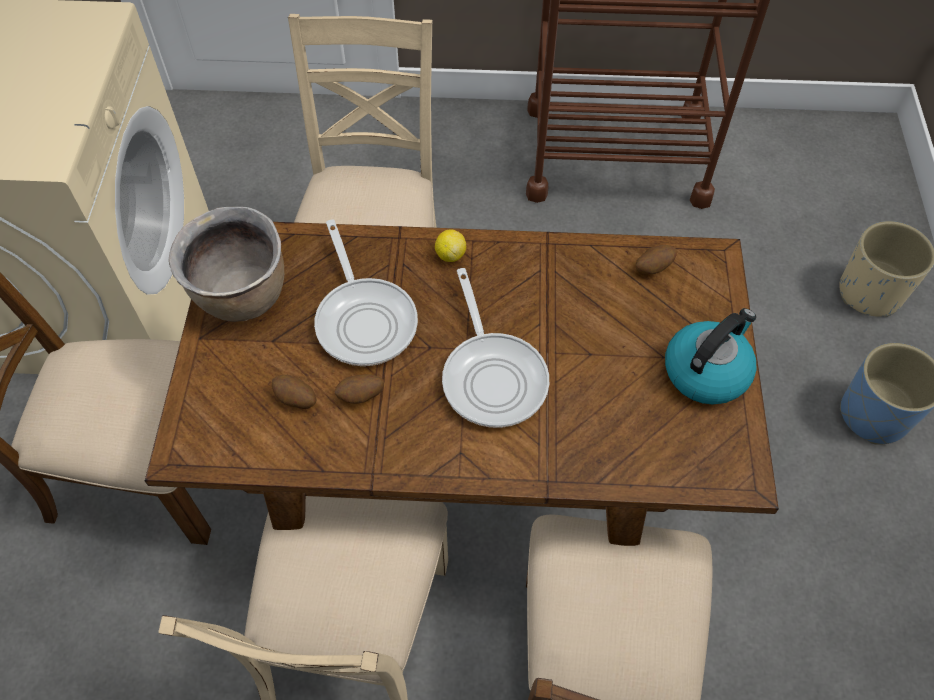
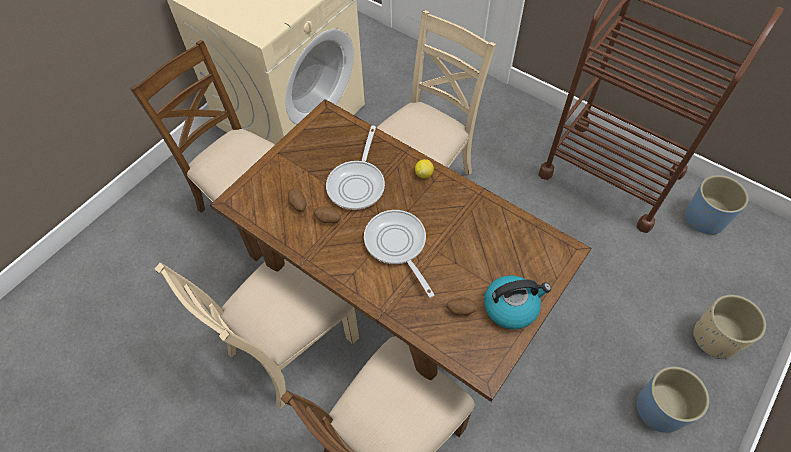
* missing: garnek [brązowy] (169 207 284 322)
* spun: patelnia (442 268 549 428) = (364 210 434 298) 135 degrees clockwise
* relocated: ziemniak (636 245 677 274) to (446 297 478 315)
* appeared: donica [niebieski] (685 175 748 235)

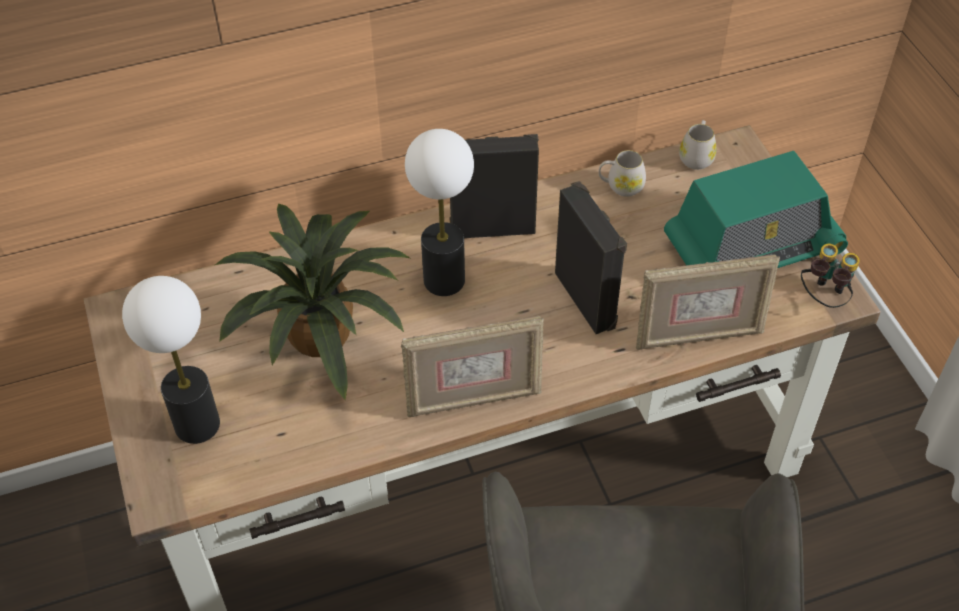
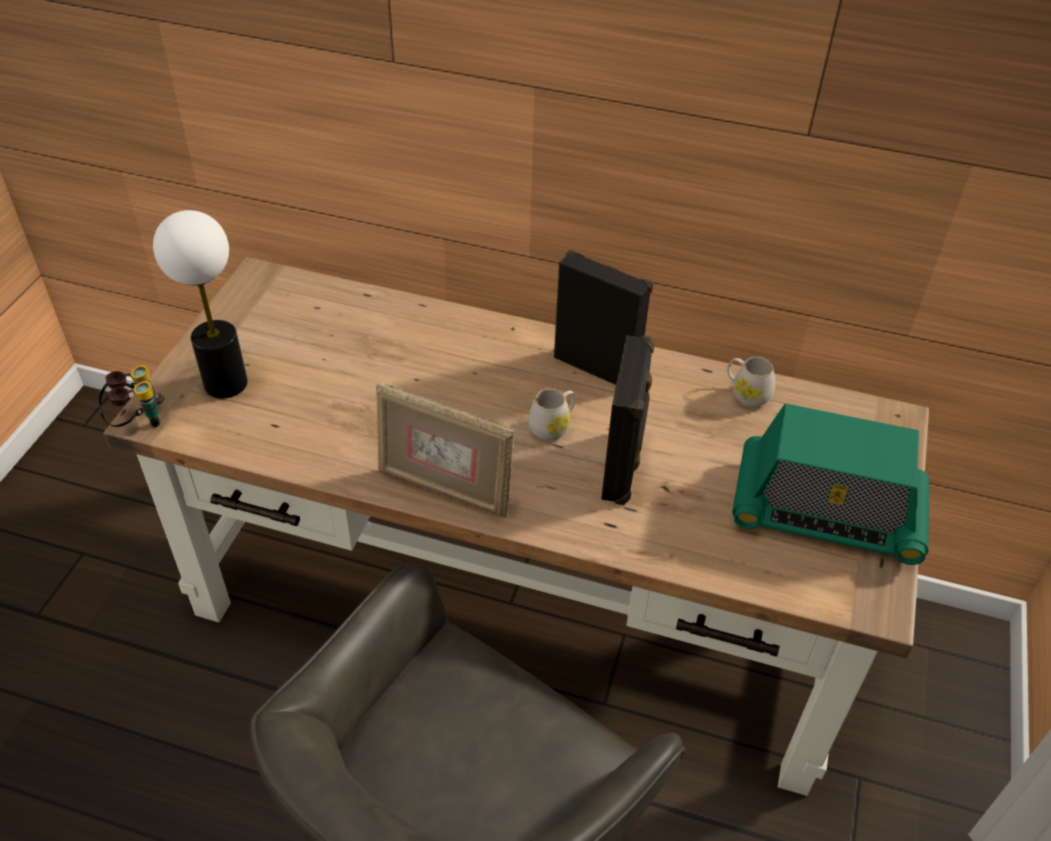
* missing: roślina doniczkowa (215 204 410 401)
* missing: lampa stołowa (405 129 474 296)
* missing: ramka na zdjęcie (636 255 780 350)
* relocated: kubek [biały] (679 120 717 170) to (528 389 576 441)
* relocated: lornetka (801 244 860 308) to (99 365 164 427)

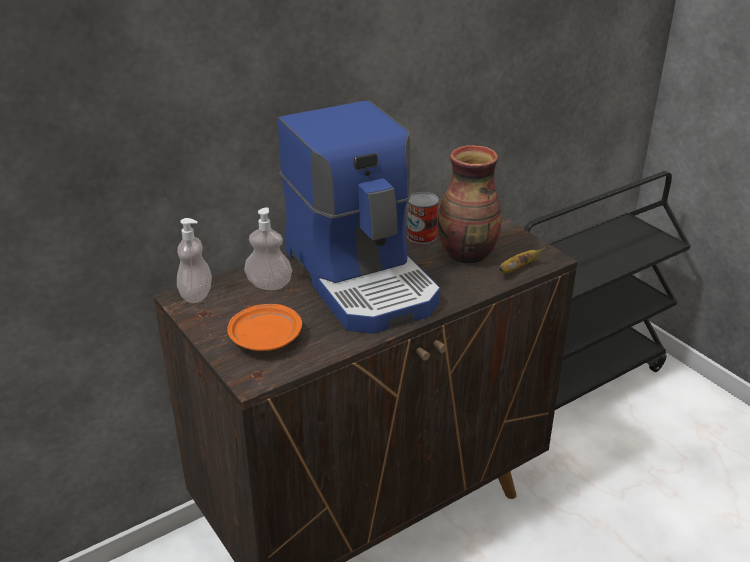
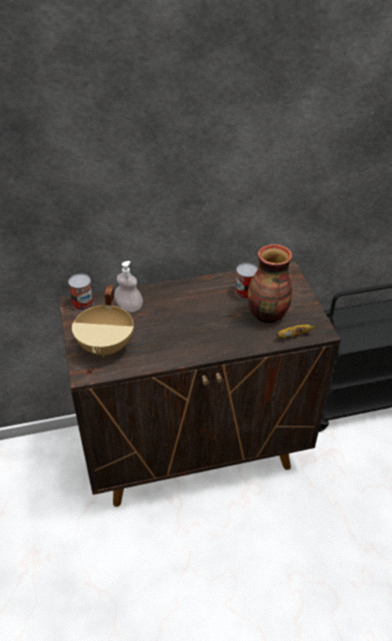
* exchanged: dozownik mydła (177 218 212 303) to puszka (68 274 94 311)
* exchanged: talerz [pomarańczowy] (227 304 302 351) to garnek [beżowy] (72 285 134 357)
* missing: ekspres do kawy (277 100 440 334)

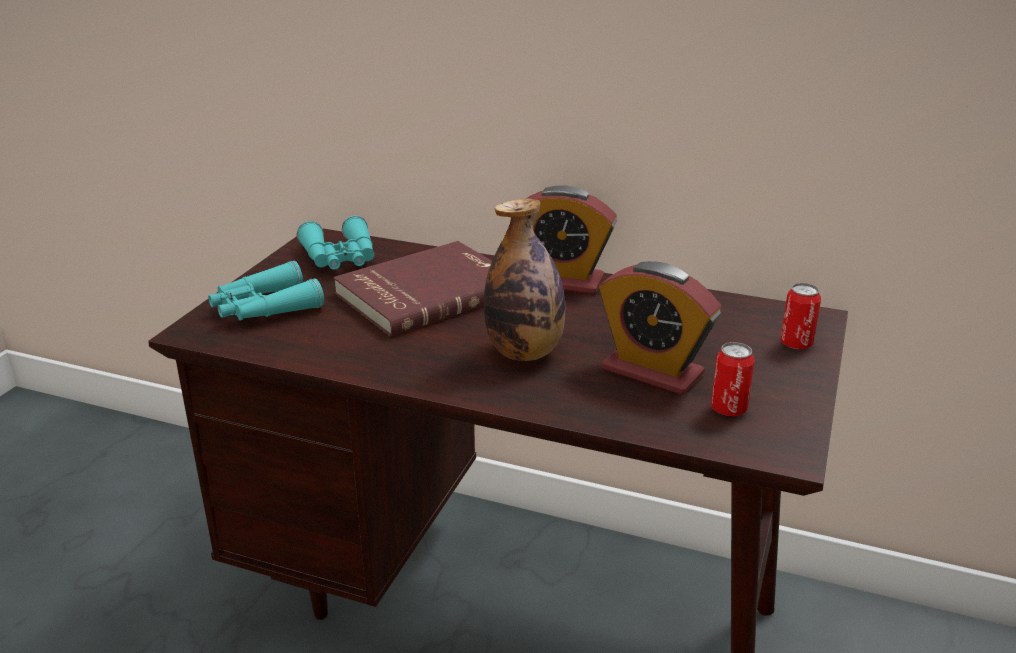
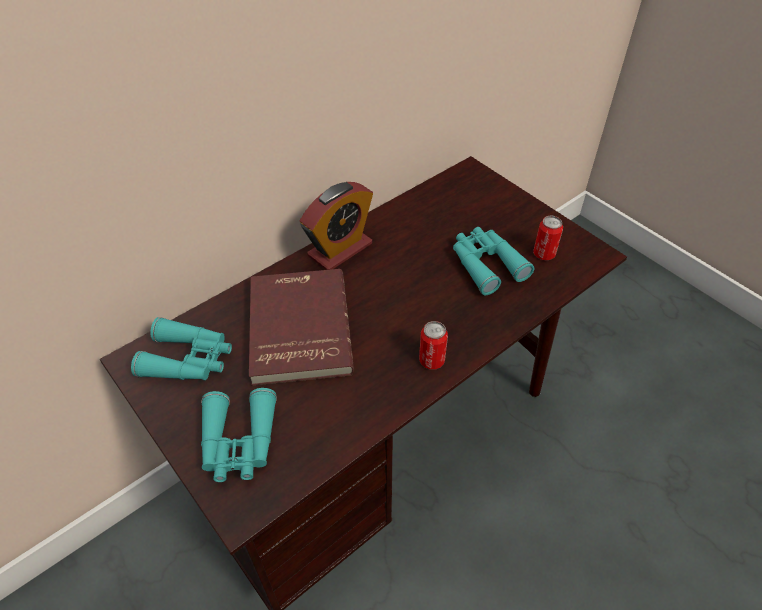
* missing: butelka (484 199 565 361)
* exchanged: budzik (599 261 721 395) to lornetka [turkusowy] (453 227 535 295)
* relocated: puszka (780 283 821 349) to (419 321 448 370)

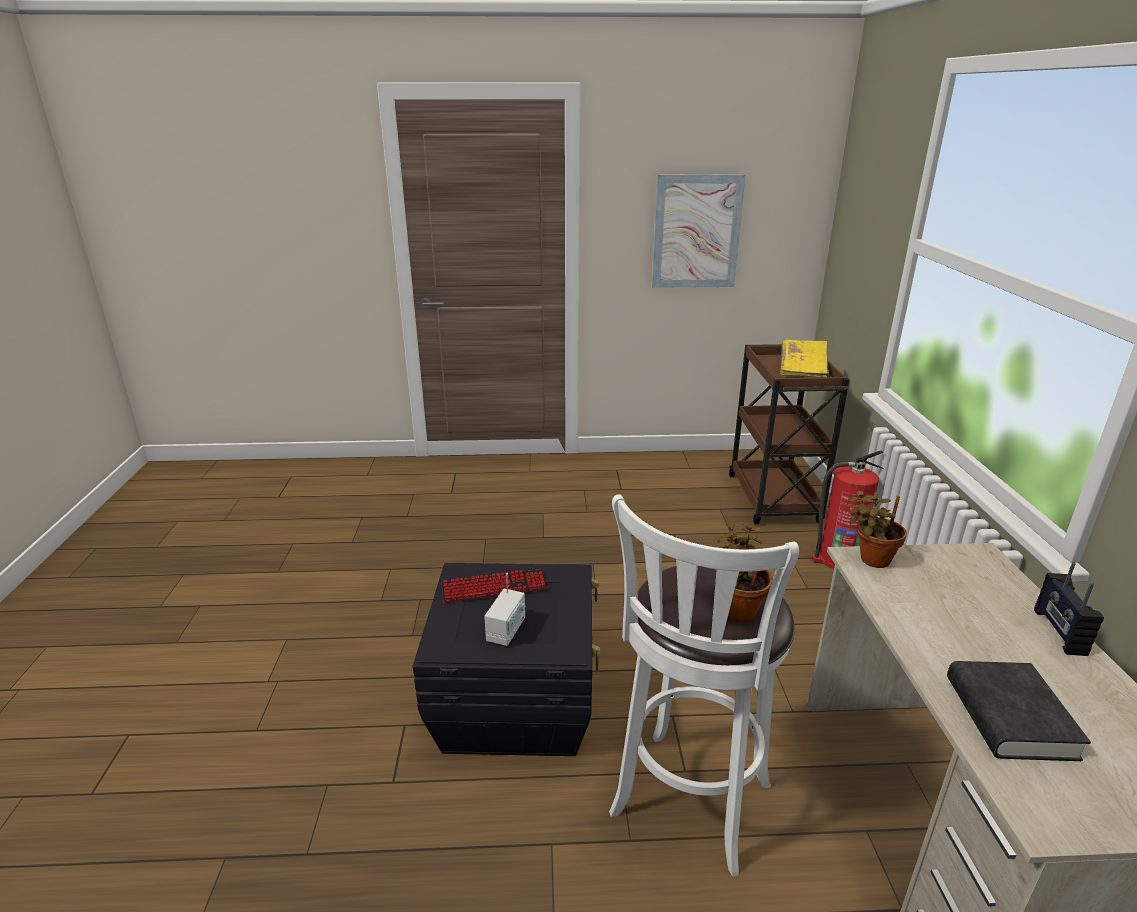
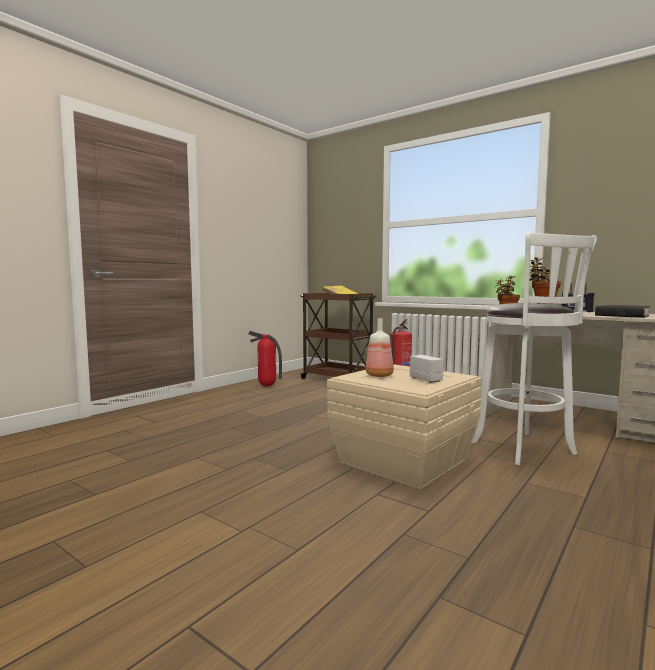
* colour: pojemnik do przechowywania [czarny] (413 563 600 756) to pojemnik do przechowywania [beżowy] (327 364 482 490)
* exchanged: klawiatura (442 569 548 603) to butelka (366 318 394 377)
* missing: obraz (652 174 746 288)
* appeared: gaśnica (248 331 282 387)

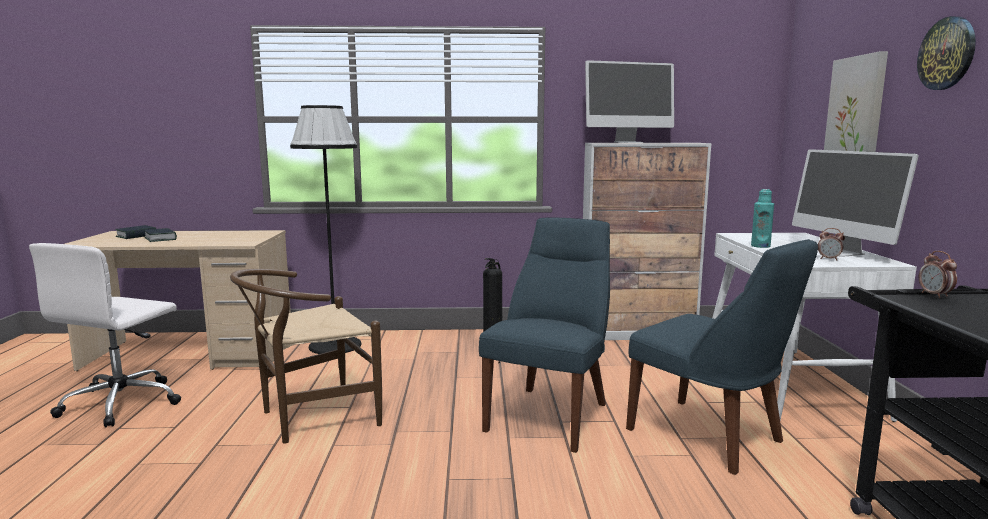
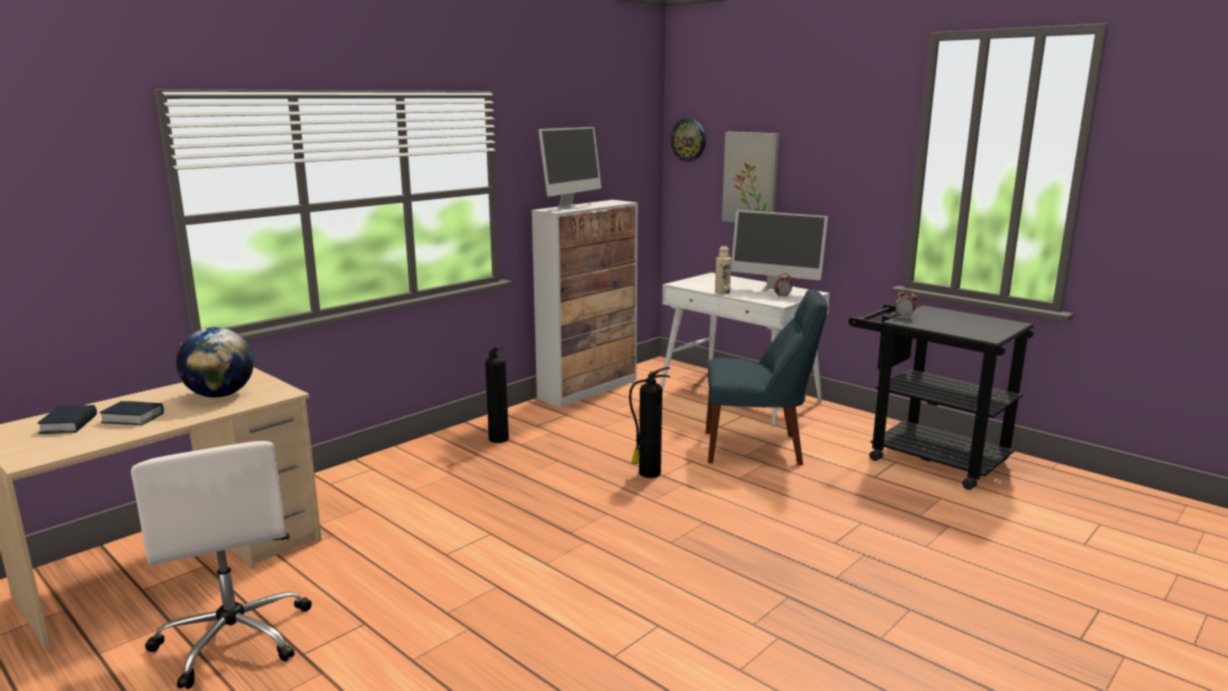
* missing: krzesło [brązowy] (230 269 382 444)
* missing: lampa stojąca [czarny] (290 105 362 354)
* exchanged: krzesło [niebieski] (479 217 610 453) to gaśnica (629 367 670 478)
* colour: butelka [turkusowy] (751 189 774 248) to butelka [beżowy] (715 246 731 294)
* relocated: zegar ścienny (917 16 976 90) to (671 118 706 162)
* appeared: globus (176 327 254 398)

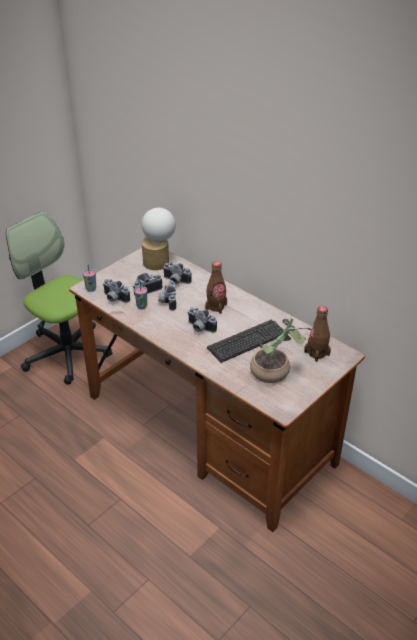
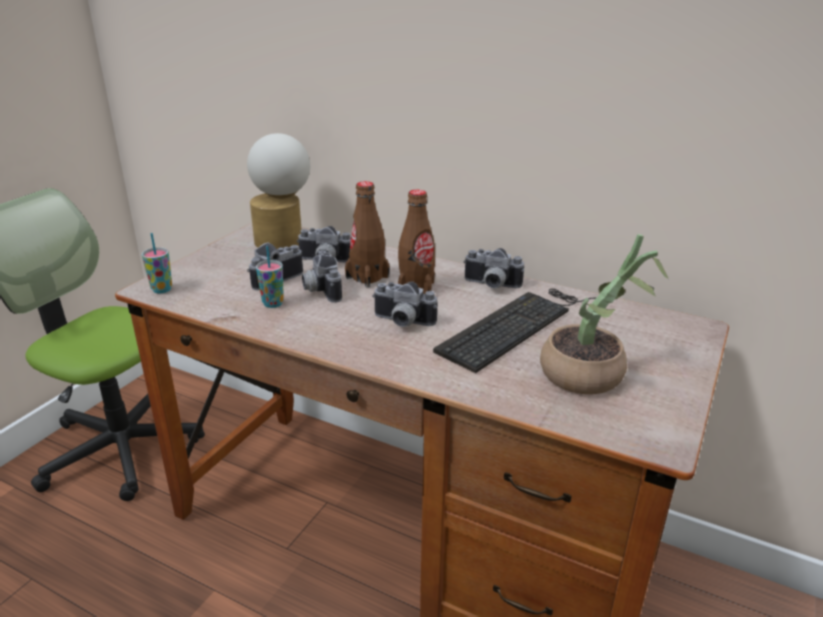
* relocated: aparat fotograficzny (104 279 130 303) to (464 248 524 289)
* relocated: butelka [brązowy] (304 306 331 362) to (345 181 390 287)

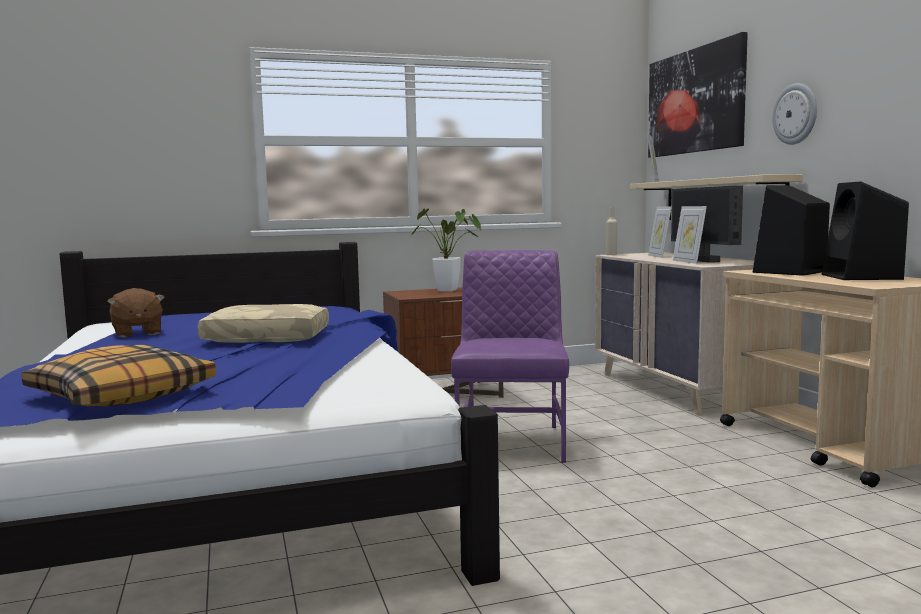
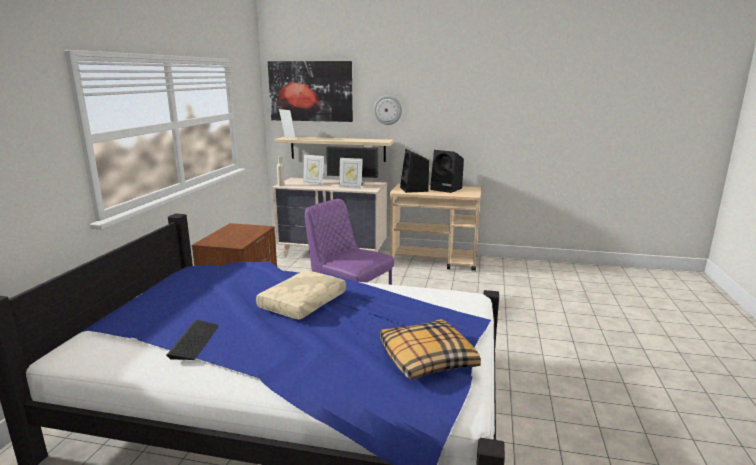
* exchanged: pluszak [brązowy] (107 288 165 338) to klawiatura (166 320 219 360)
* missing: roślina doniczkowa (411 208 481 292)

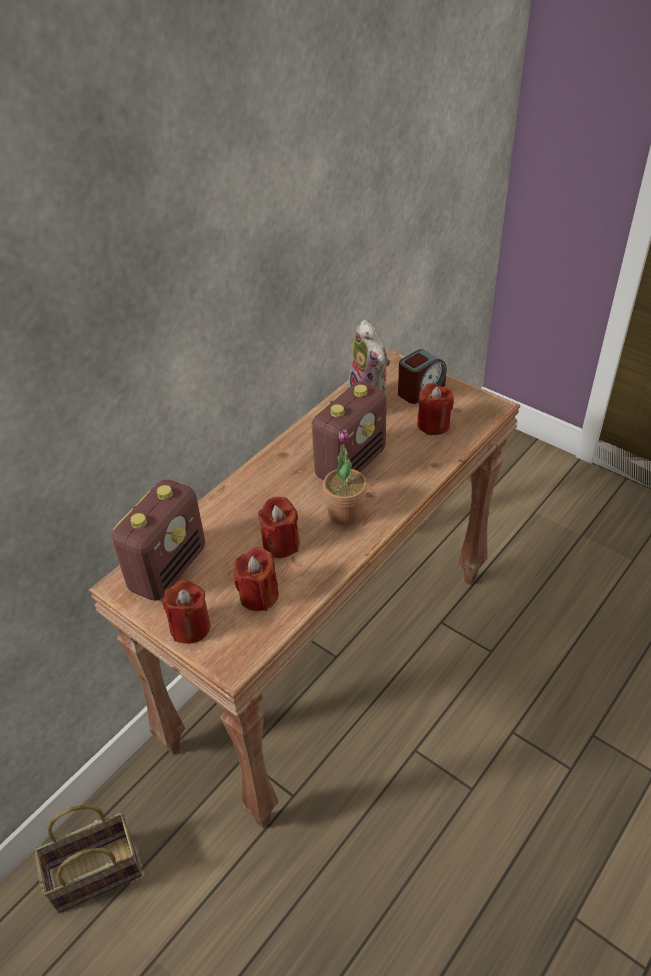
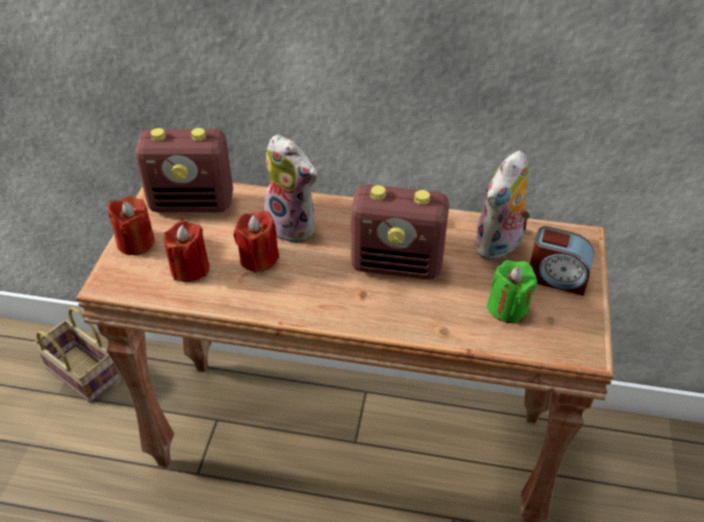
* missing: roślina doniczkowa (323 430 367 526)
* colour: świeca [czerwony] (417 383 454 435) to świeca [zielony] (487 260 537 323)
* appeared: pluszak (264 134 317 244)

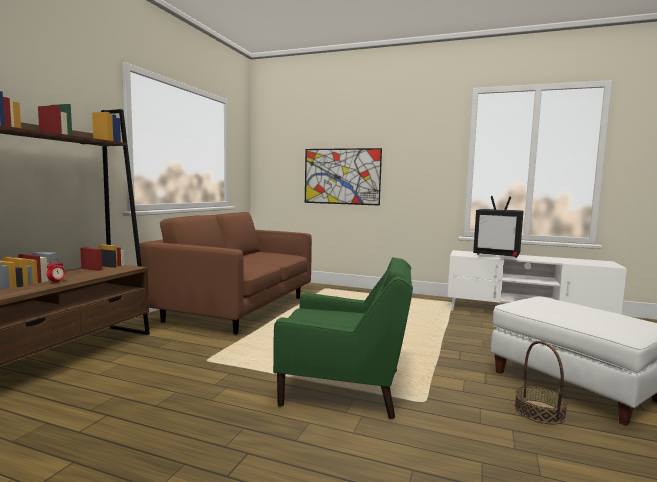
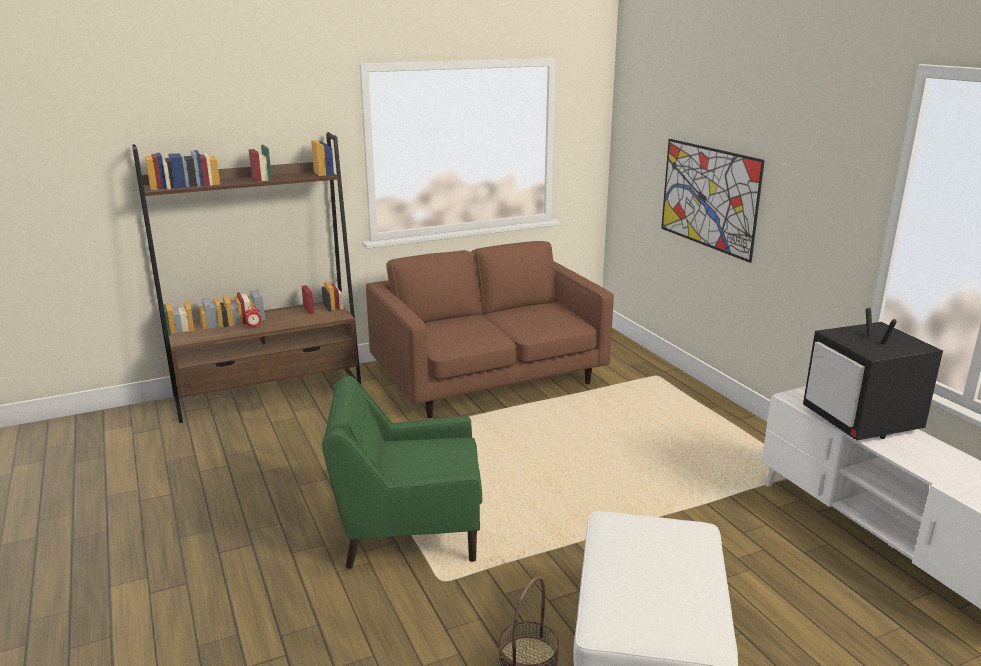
* spun: fotel [zielony] (273 257 413 419) = (322 375 482 569) 120 degrees clockwise

